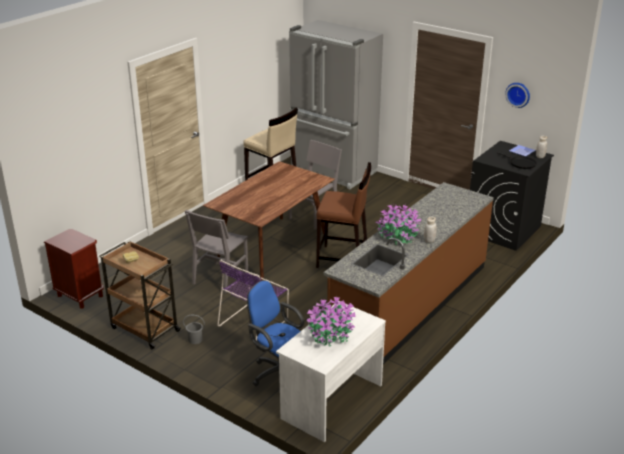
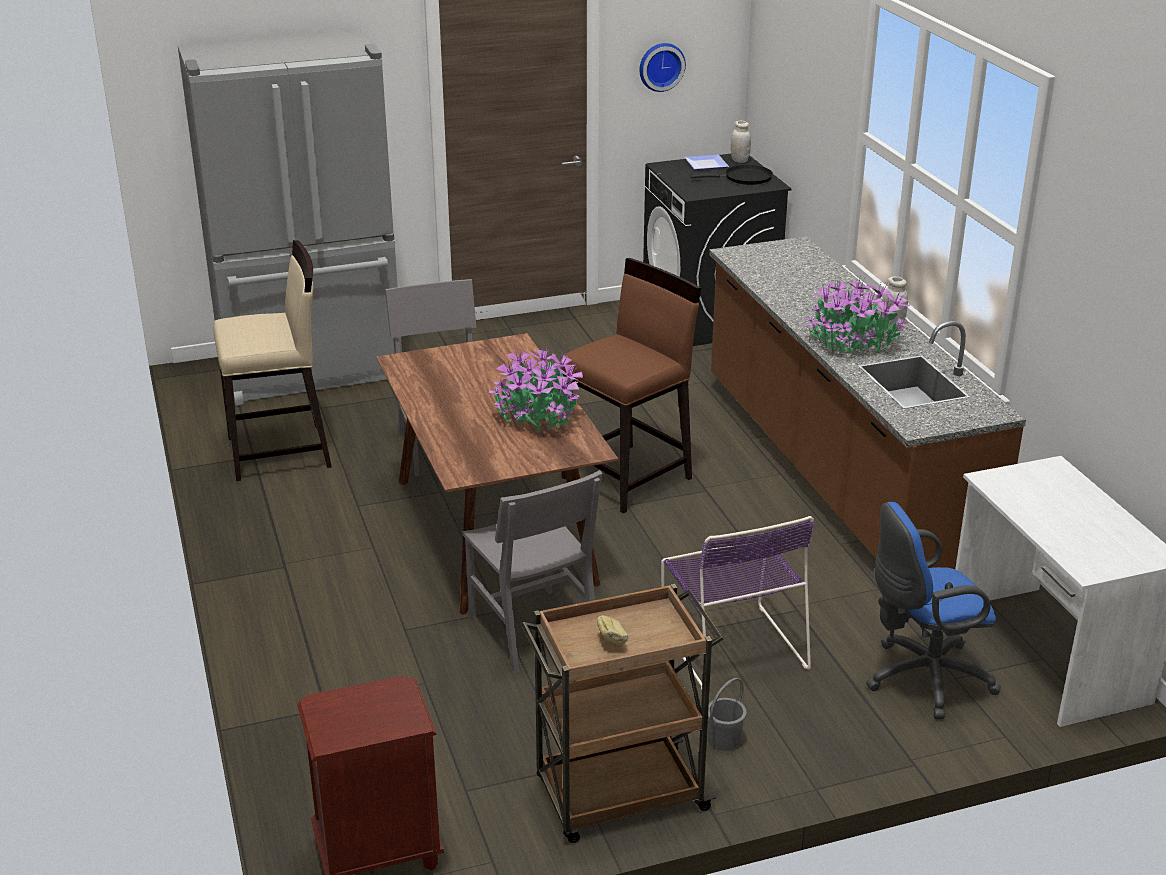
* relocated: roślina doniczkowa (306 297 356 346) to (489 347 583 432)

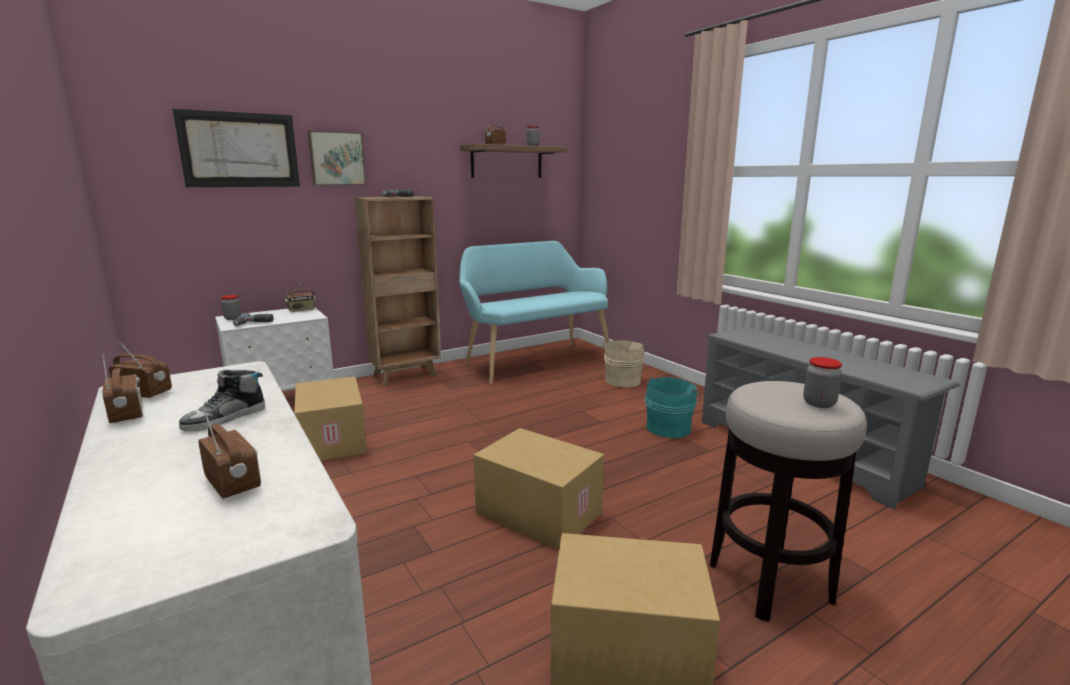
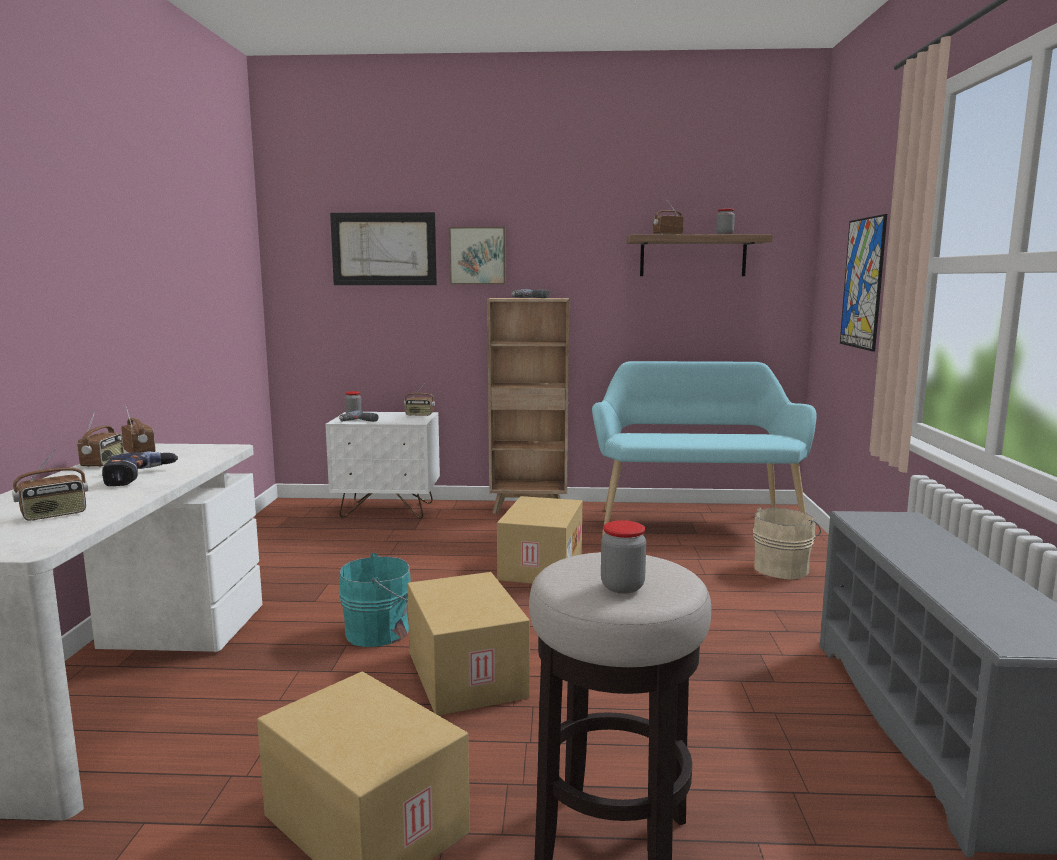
* exchanged: but (179 370 265 432) to wiertarka (102 452 178 486)
* spun: radio (198 408 261 499) = (12 448 88 521) 60 degrees clockwise
* relocated: karton (294 377 367 461) to (497 496 582 584)
* relocated: wiadro [turkusowy] (645 377 701 438) to (339 553 411 647)
* appeared: obraz (840 214 887 351)

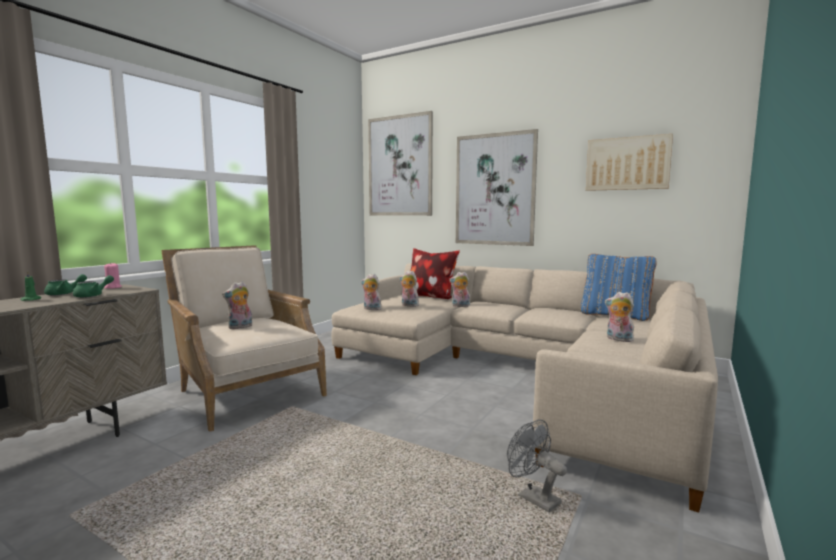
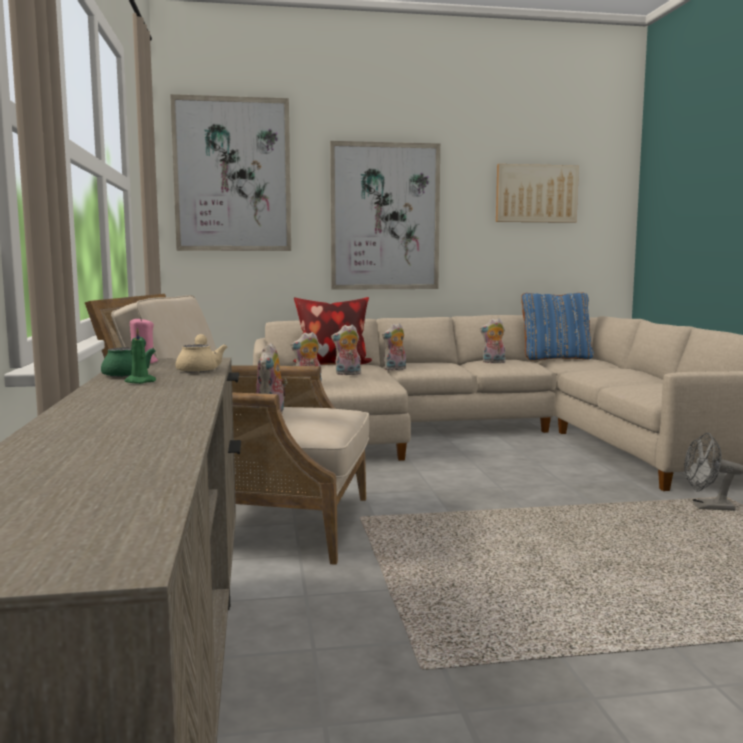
* colour: imbryk [zielony] (73 275 114 298) to imbryk [beżowy] (175 334 227 373)
* relocated: pluszak (605 292 634 342) to (480 318 506 363)

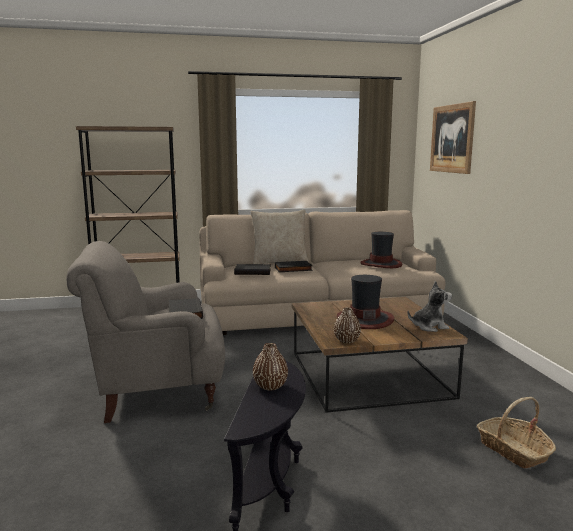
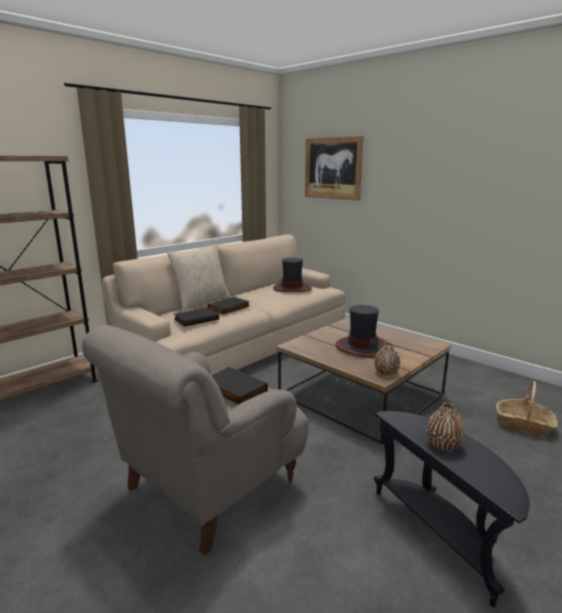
* missing: pluszak (408 281 452 332)

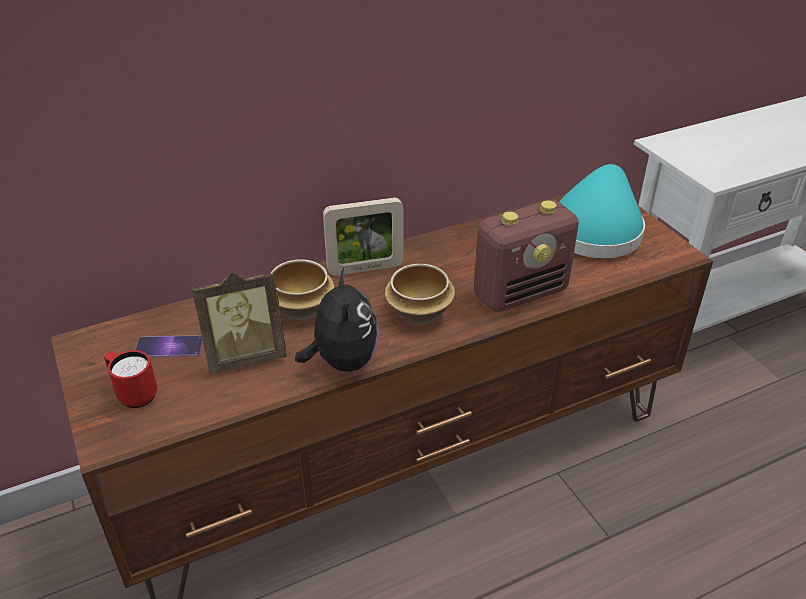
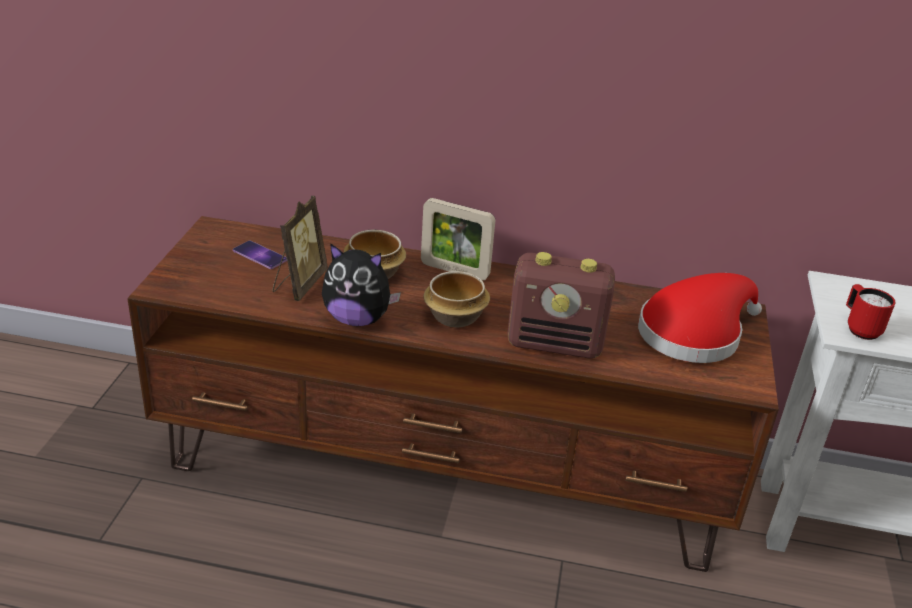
* relocated: kubek [czerwony] (104 350 157 408) to (846 284 895 340)
* spun: ramka na zdjęcie (192 271 287 374) = (273 196 328 301) 90 degrees counterclockwise
* spun: pluszak (295 268 379 372) = (322 243 401 326) 75 degrees clockwise
* colour: kapelusz [turkusowy] (559 164 645 259) to kapelusz [czerwony] (638 273 762 363)

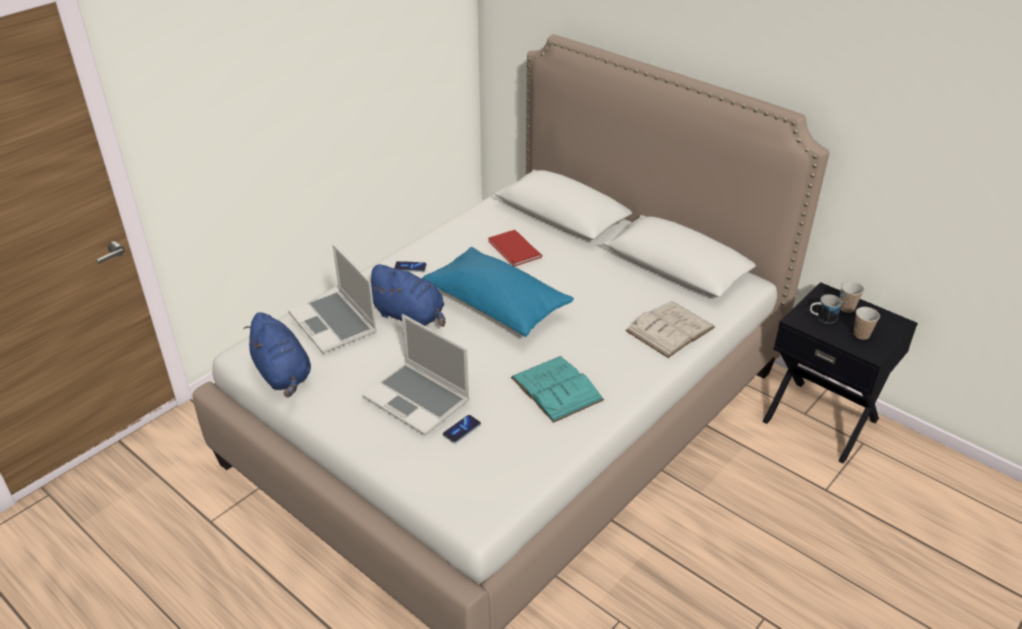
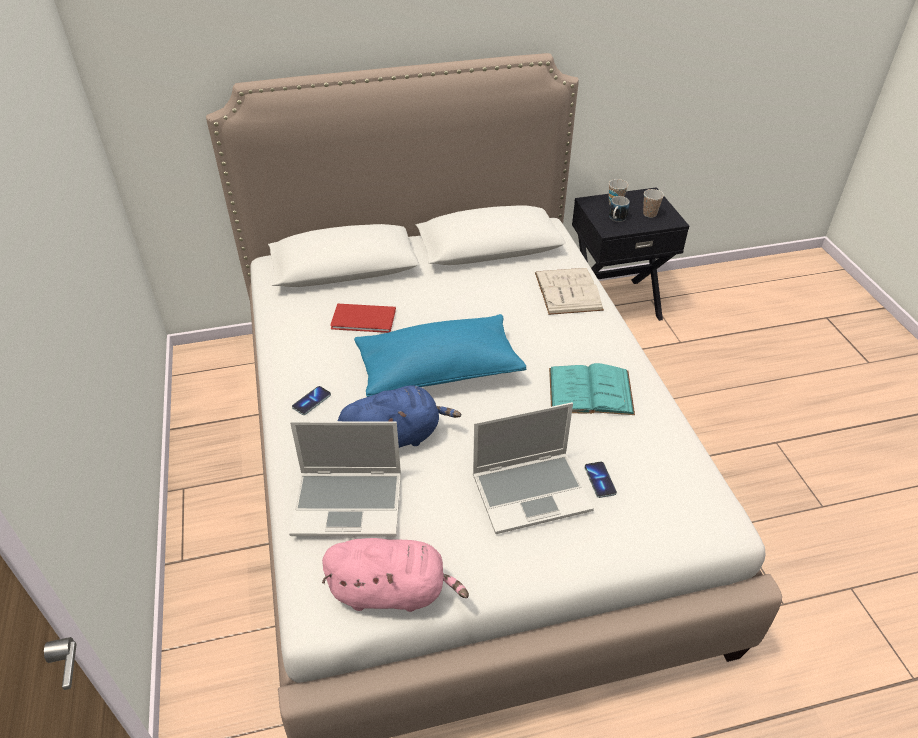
* colour: pluszak [niebieski] (244 312 311 397) to pluszak [różowy] (322 538 469 612)

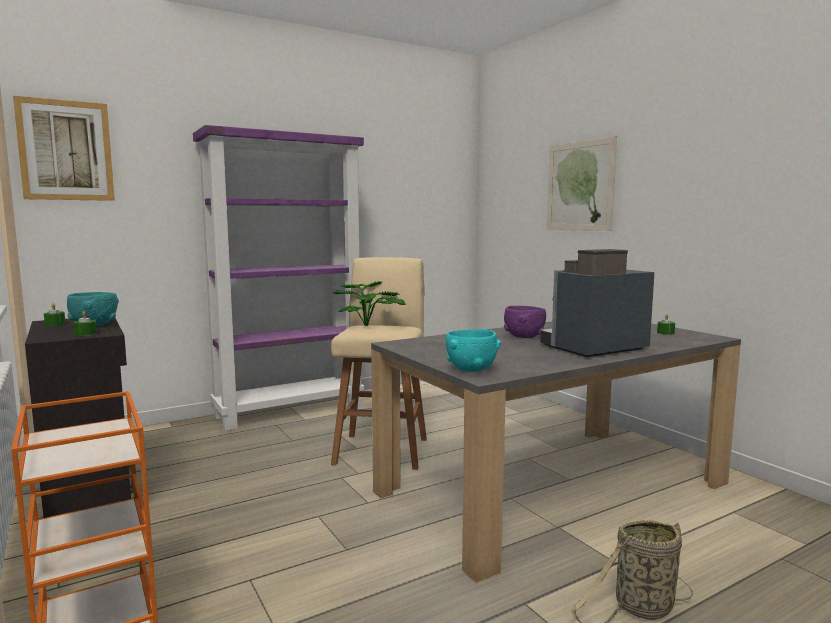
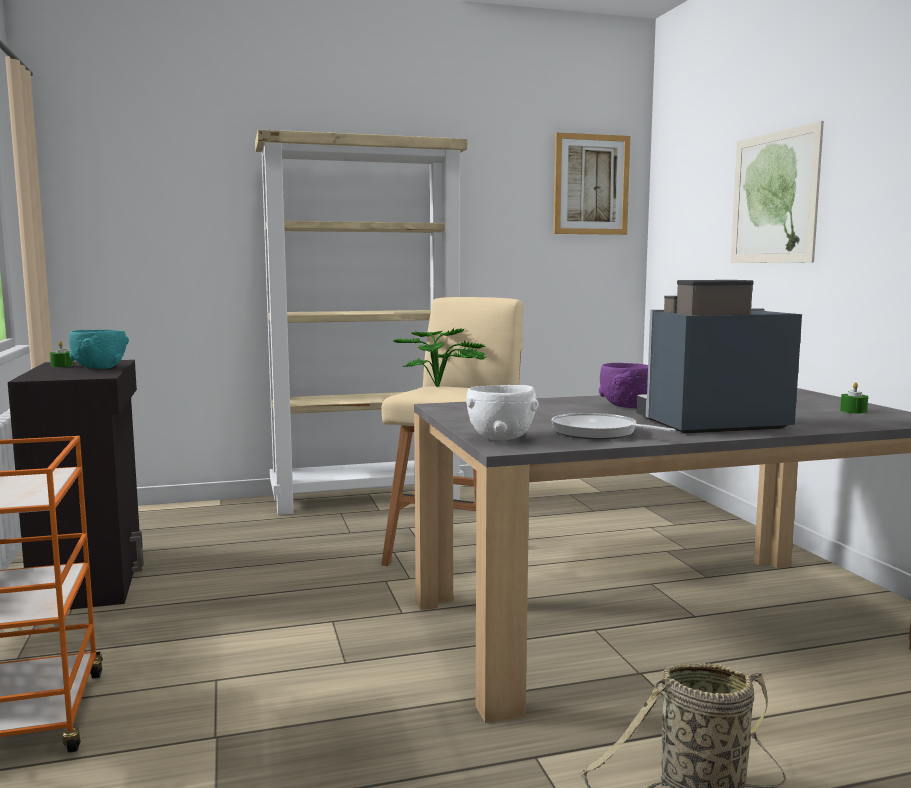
* relocated: obraz (13 96 115 201) to (553 132 630 235)
* missing: świeca [zielony] (73 311 97 336)
* colour: regał [fioletowy] (193 125 365 431) to regał [beżowy] (255 129 467 515)
* colour: miska [turkusowy] (446 329 501 372) to miska [biały] (466 385 539 440)
* appeared: patelnia (551 413 675 440)

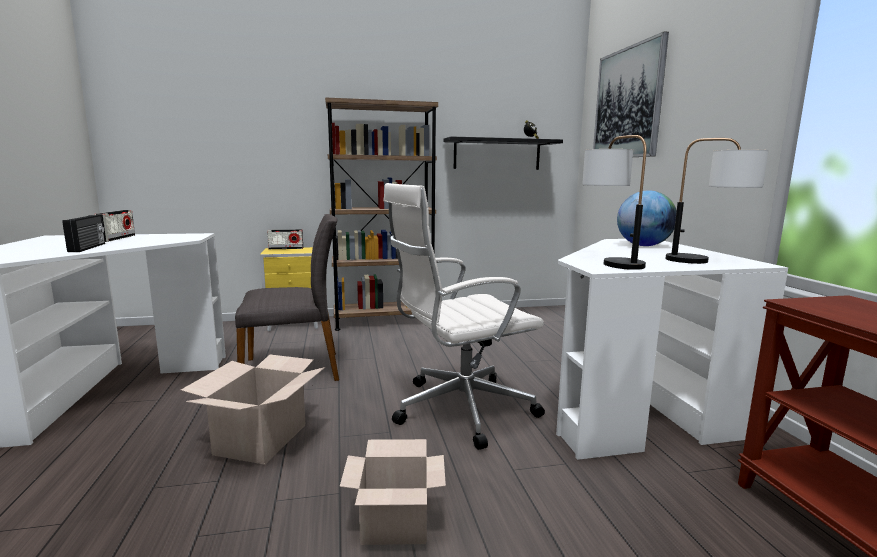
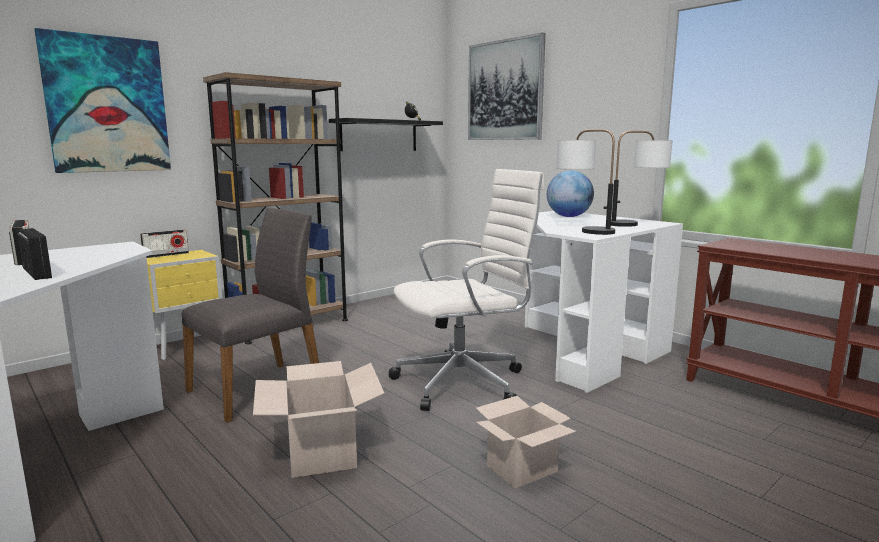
* spun: krzesło biurowe [biały] (383 183 545 450) = (388 169 545 411) 150 degrees counterclockwise
* appeared: obraz (35 28 171 173)

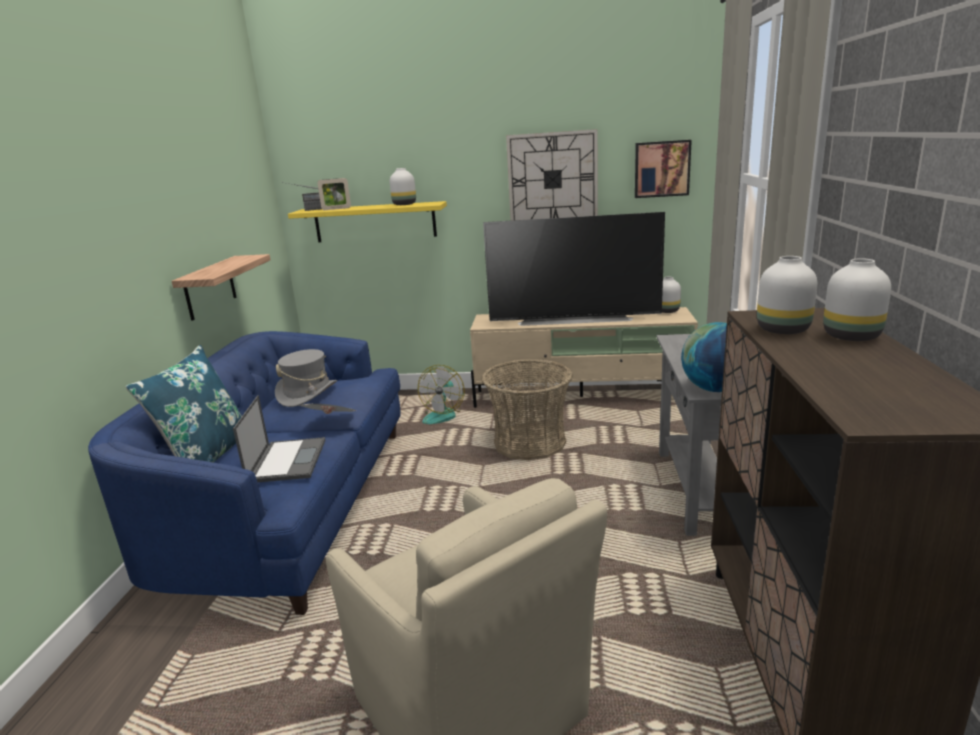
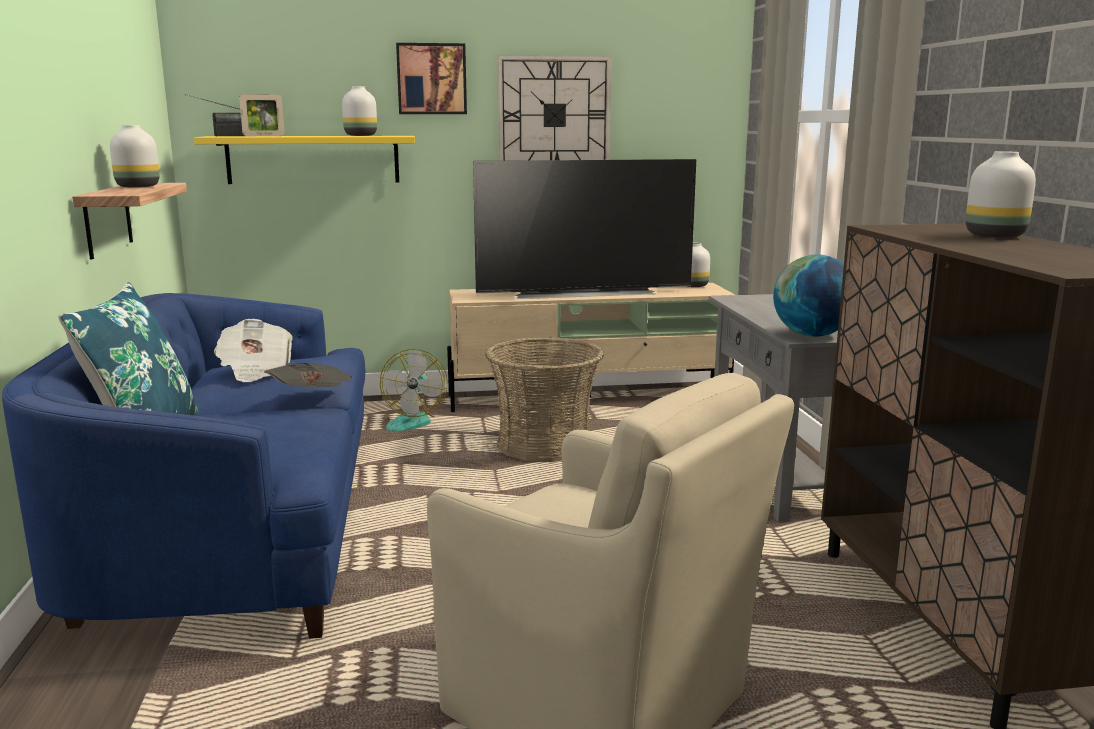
* missing: laptop (233 395 325 482)
* exchanged: kapelusz [szary] (275 349 337 407) to gazeta (214 319 293 382)
* relocated: obraz (635 140 692 198) to (396 43 467 114)
* relocated: wazon [biały] (757 256 817 334) to (110 125 159 188)

